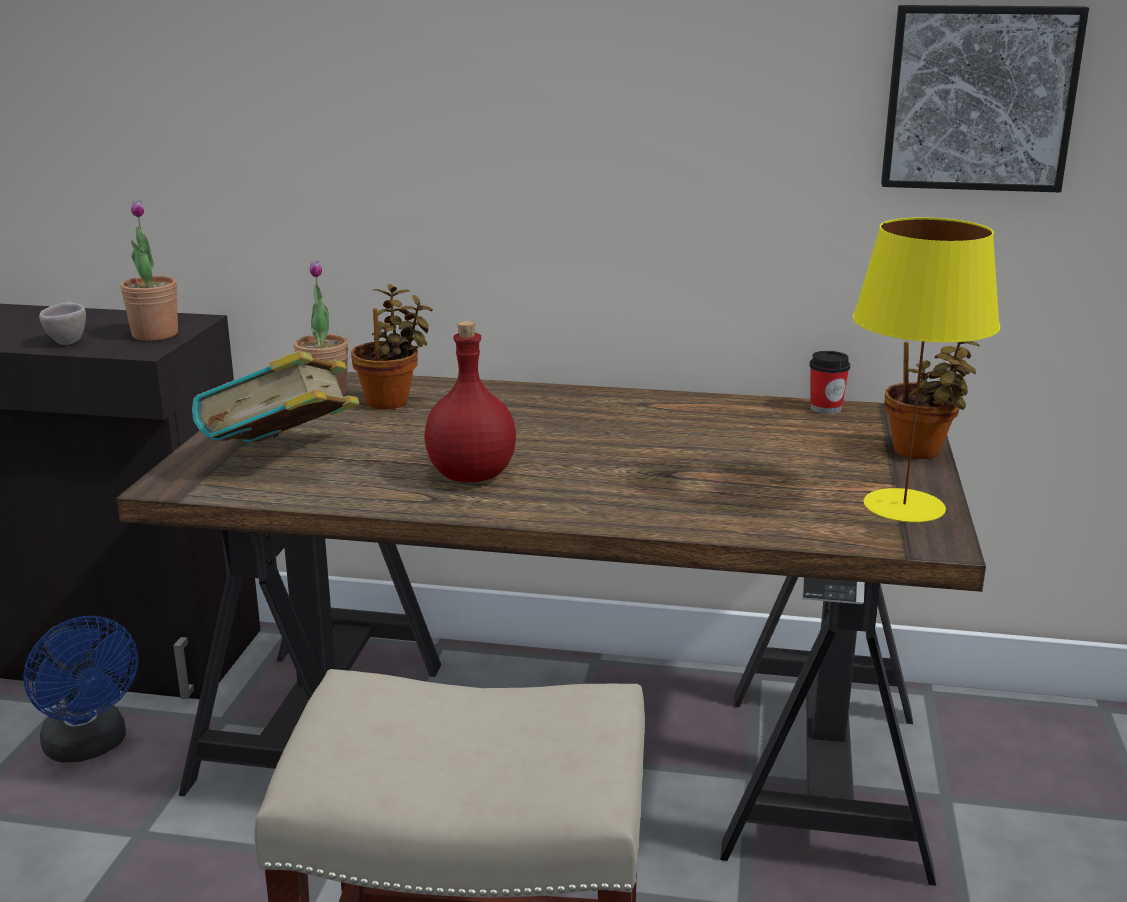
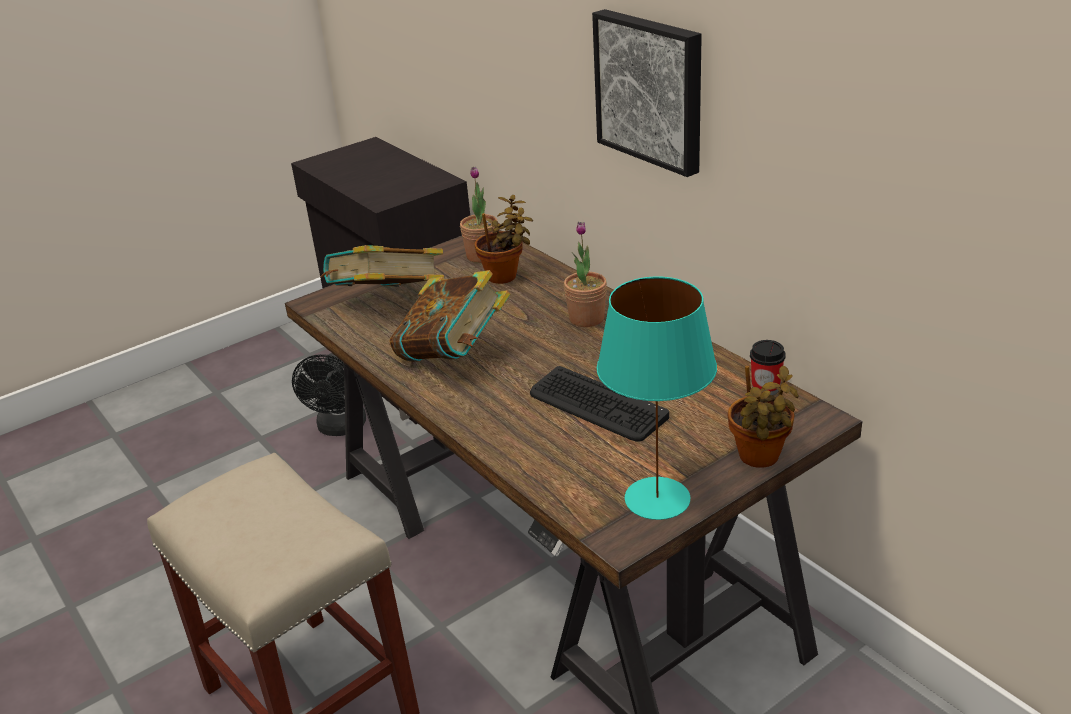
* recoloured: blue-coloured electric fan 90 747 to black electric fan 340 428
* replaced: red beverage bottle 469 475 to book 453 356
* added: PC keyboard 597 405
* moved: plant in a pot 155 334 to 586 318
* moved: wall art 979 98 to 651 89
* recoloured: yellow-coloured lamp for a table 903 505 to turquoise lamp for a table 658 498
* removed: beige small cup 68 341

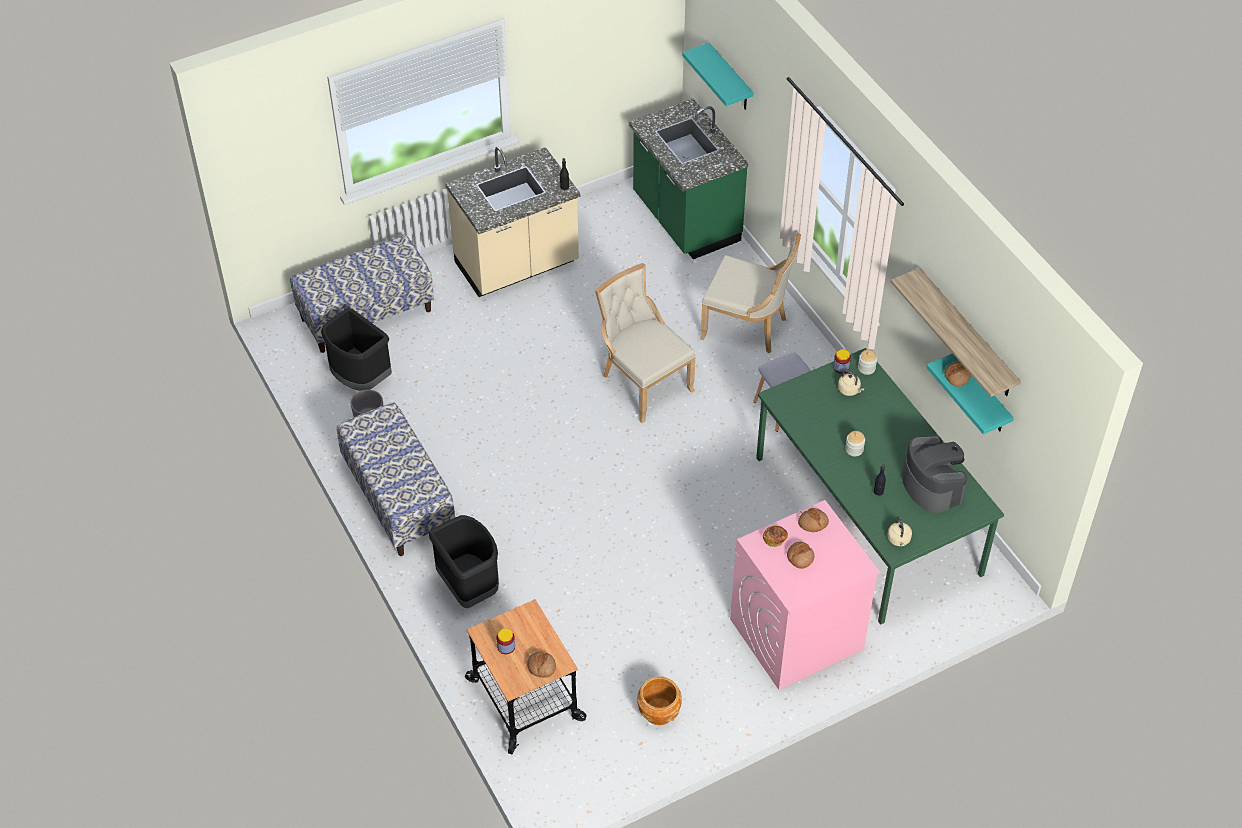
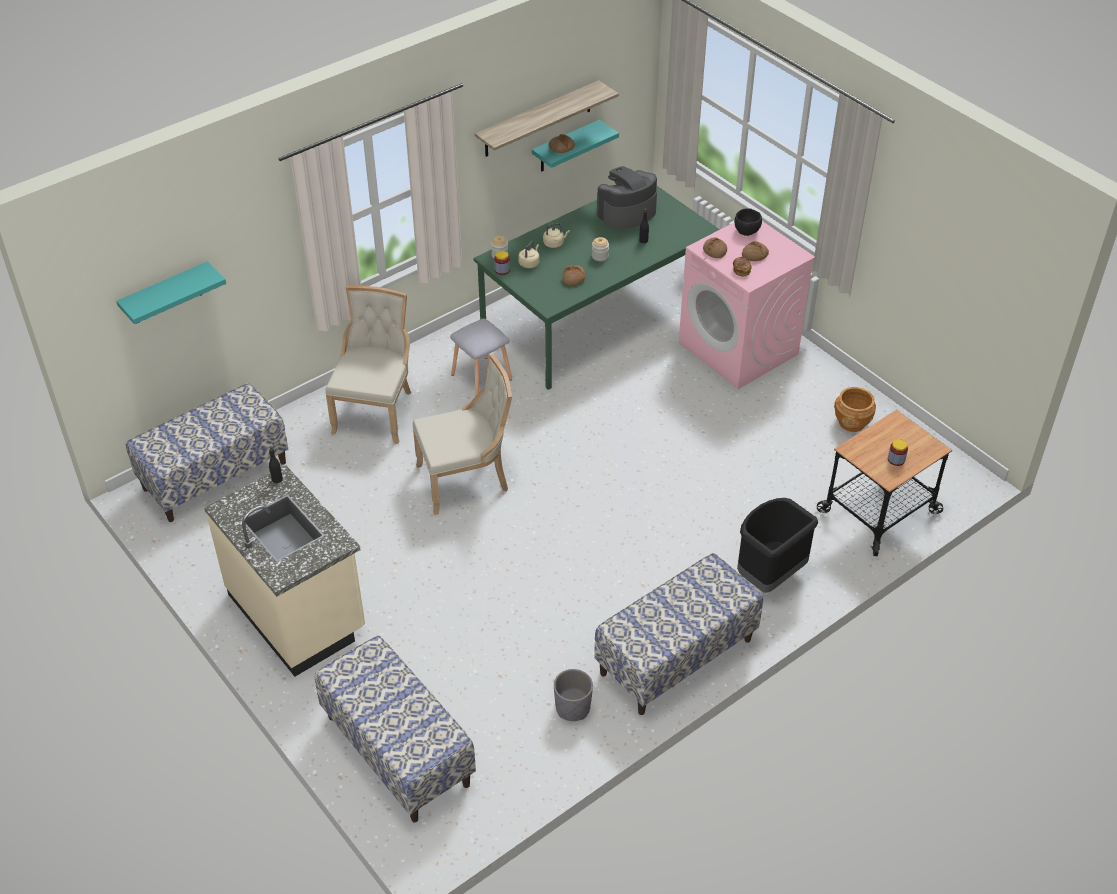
* replaced: green kitchen base unit 685 220 to indoor bench 215 475
* turned: beige chair 643 383 = 466 480 150 degrees counterclockwise
* moved: beige kettle 899 540 to 554 243
* moved: bread 541 667 to 573 278
* added: black bowl 747 231
* removed: black waste bin 360 379

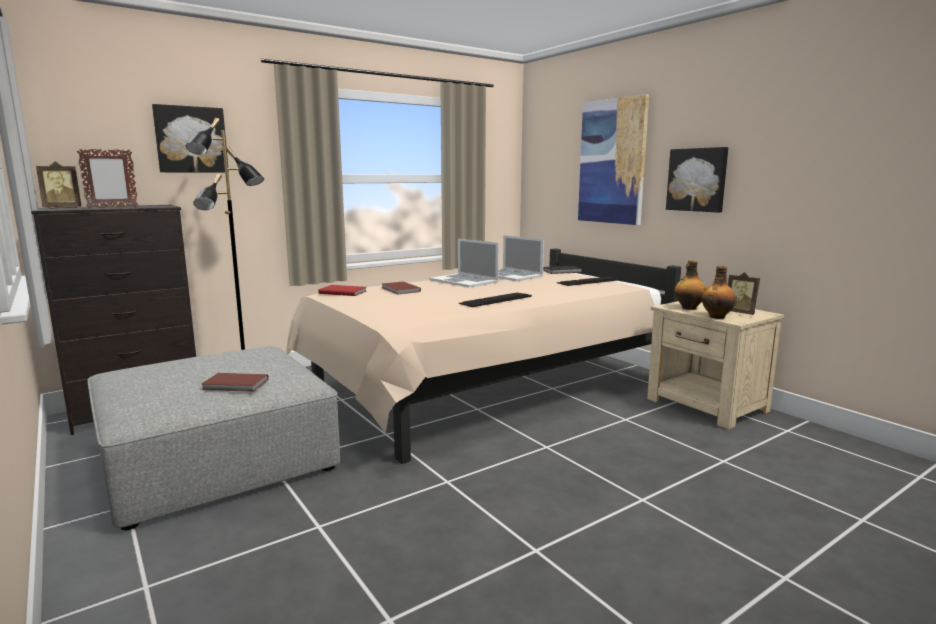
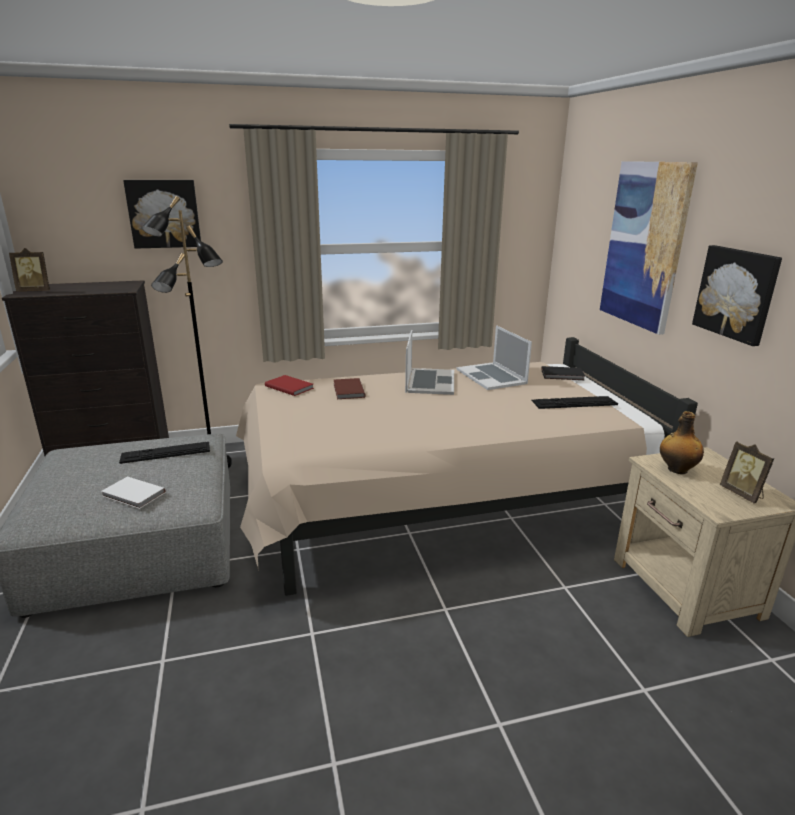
* recoloured: brownish book 235 385 to whitish book 133 495
* moved: PC keyboard 496 300 to 166 452
* turned: laptop 464 281 = 430 382 150 degrees counterclockwise
* removed: picture frame 112 207
* removed: beverage bottle 717 317

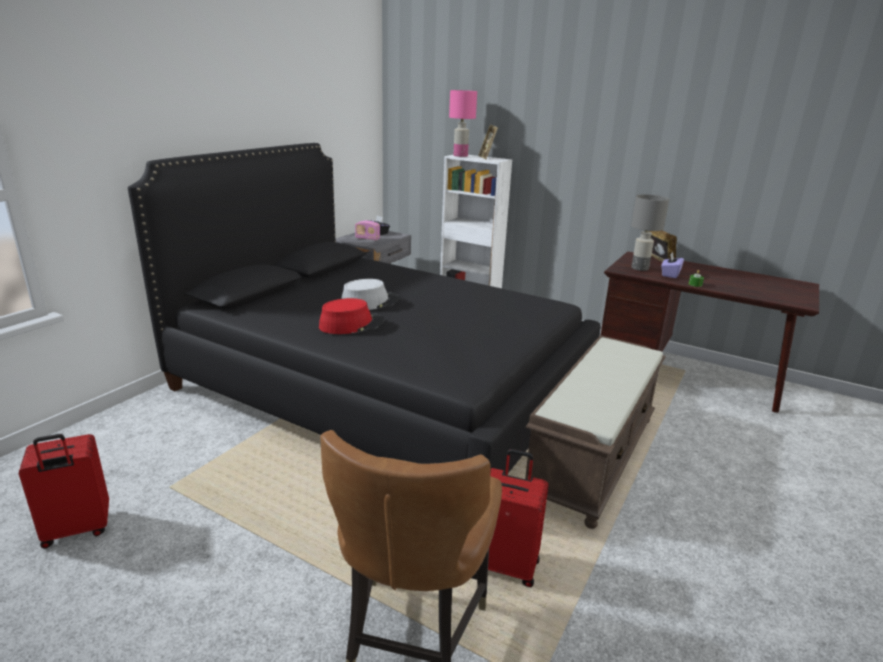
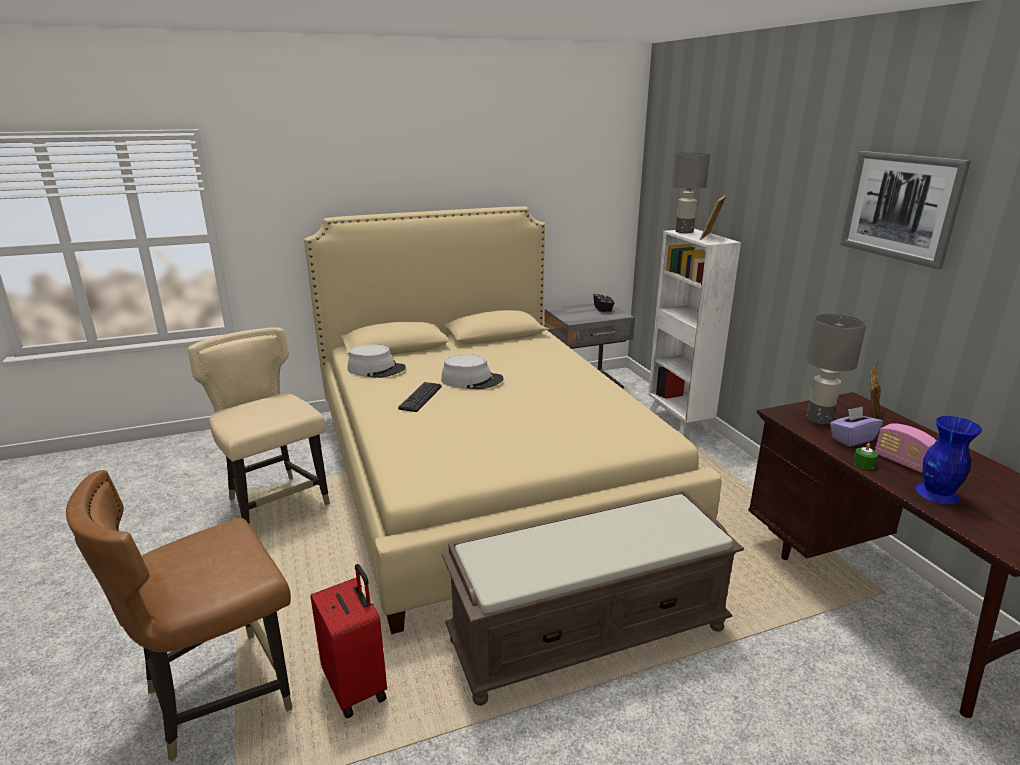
* added: beige chair 276 504
* recoloured: black bed 382 386 to beige bed 483 472
* added: grey wearable hat 376 369
* replaced: red wearable hat 351 324 to PC keyboard 420 397
* recoloured: pink lamp for a table 461 156 to grey lamp for a table 684 232
* added: wall art 900 207
* moved: radio receiver 367 239 to 901 461
* added: blue-coloured decorative vase 937 493
* removed: red travel case 77 530

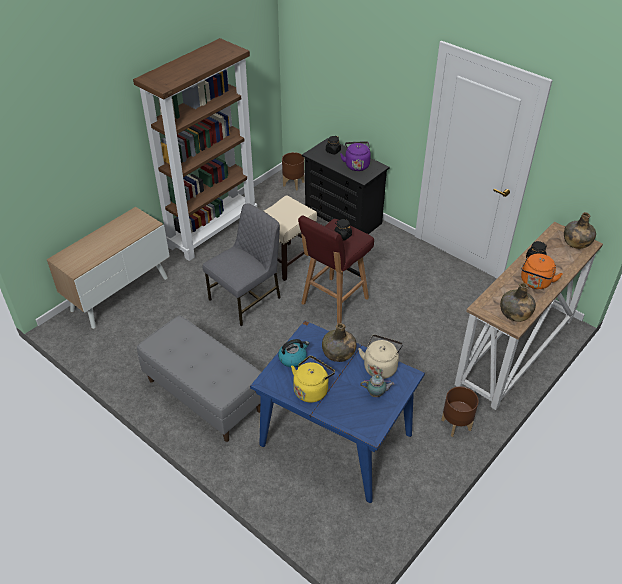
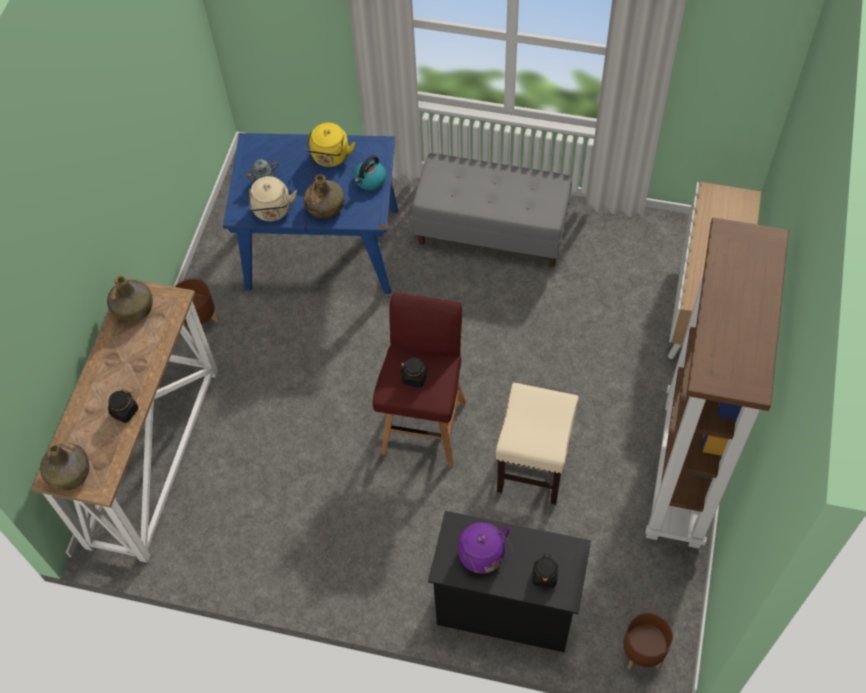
* removed: grey chair 246 299
* removed: orangey kettle 535 283

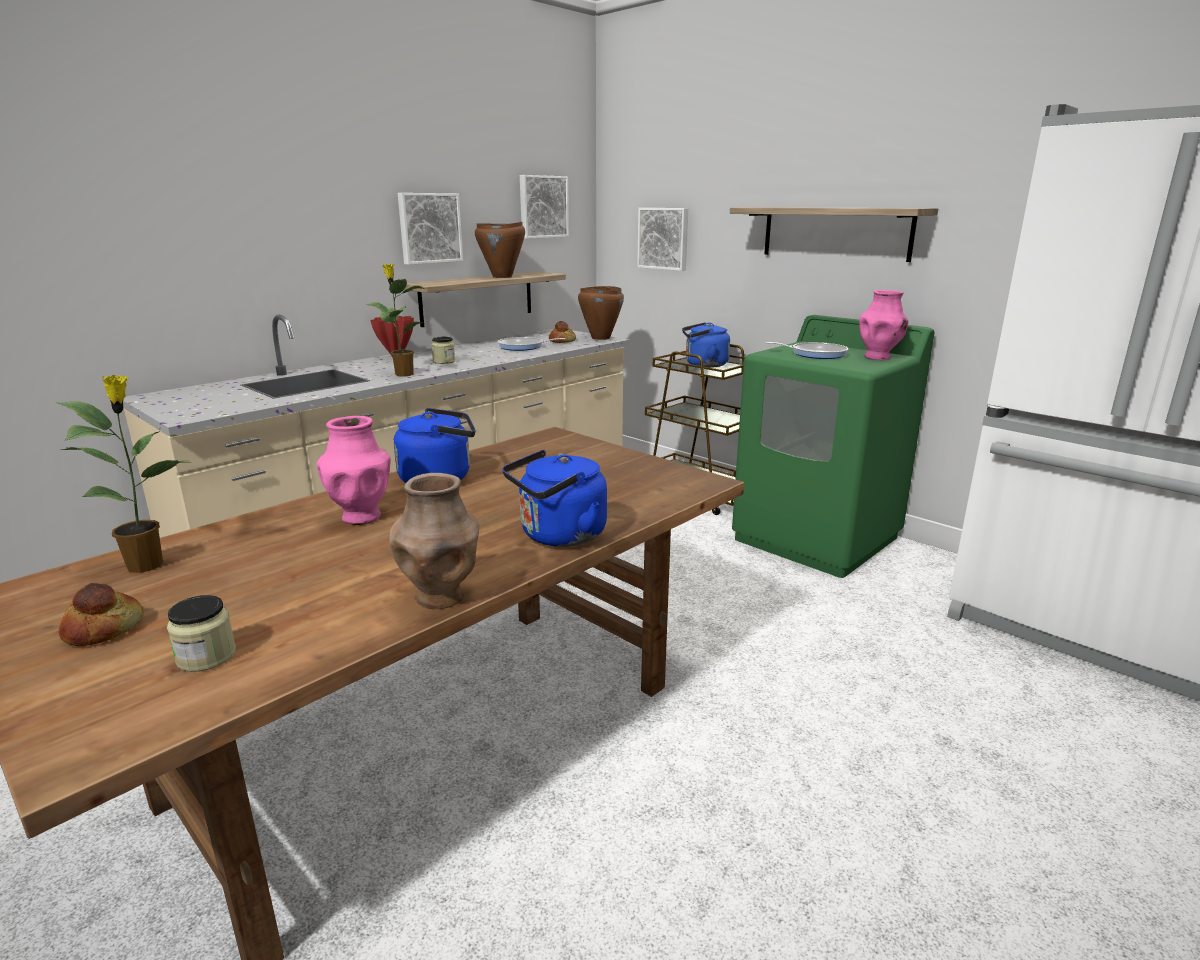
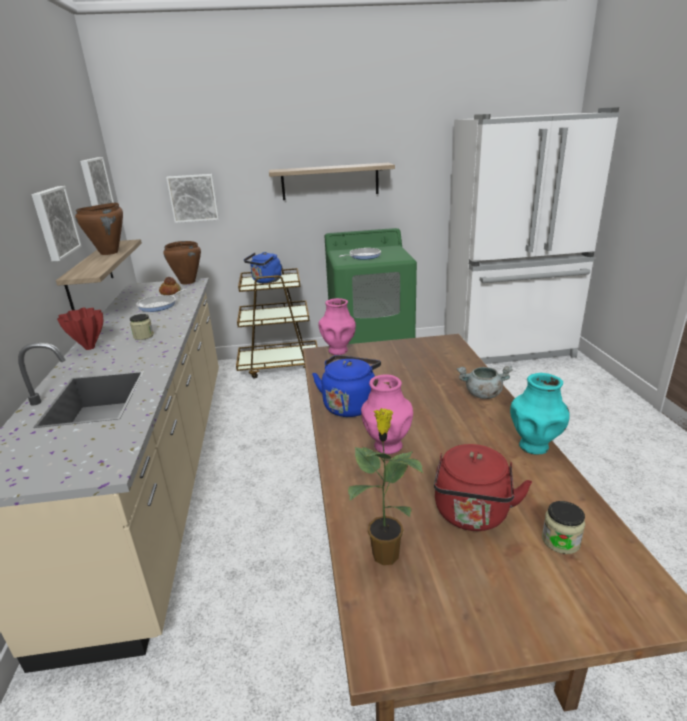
* moved: pink decorative vase 878 357 to 338 350
* added: red kettle 472 515
* replaced: blue-coloured kettle 558 536 to grey cooking pot 482 394
* recoloured: brownish decorative vase 441 598 to turquoise decorative vase 534 446
* removed: bread 103 629
* removed: plant in a pot 403 374

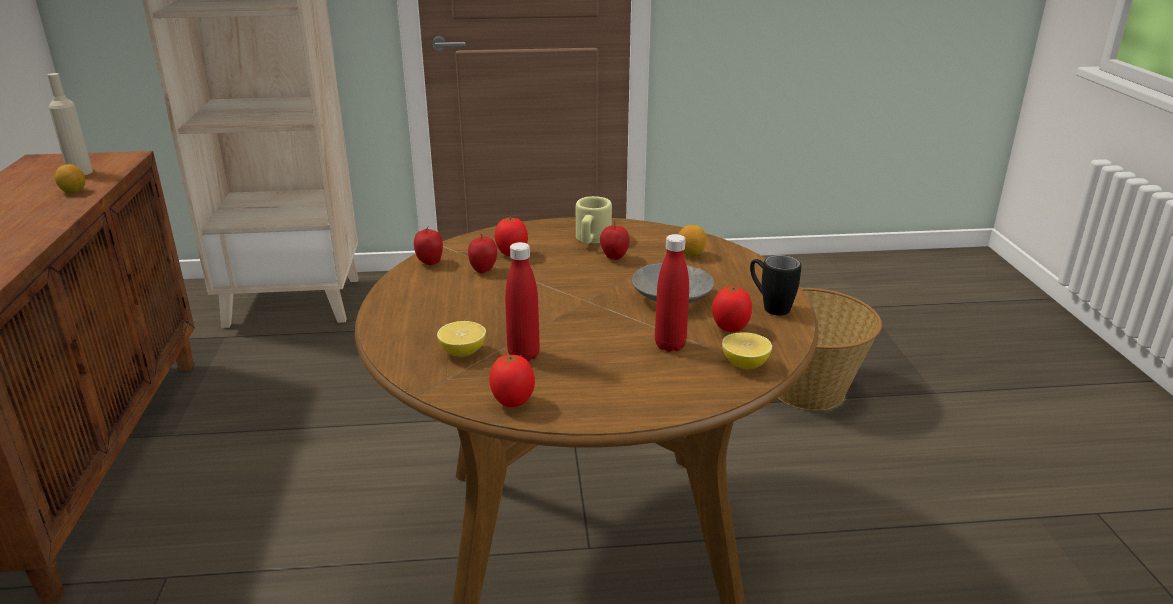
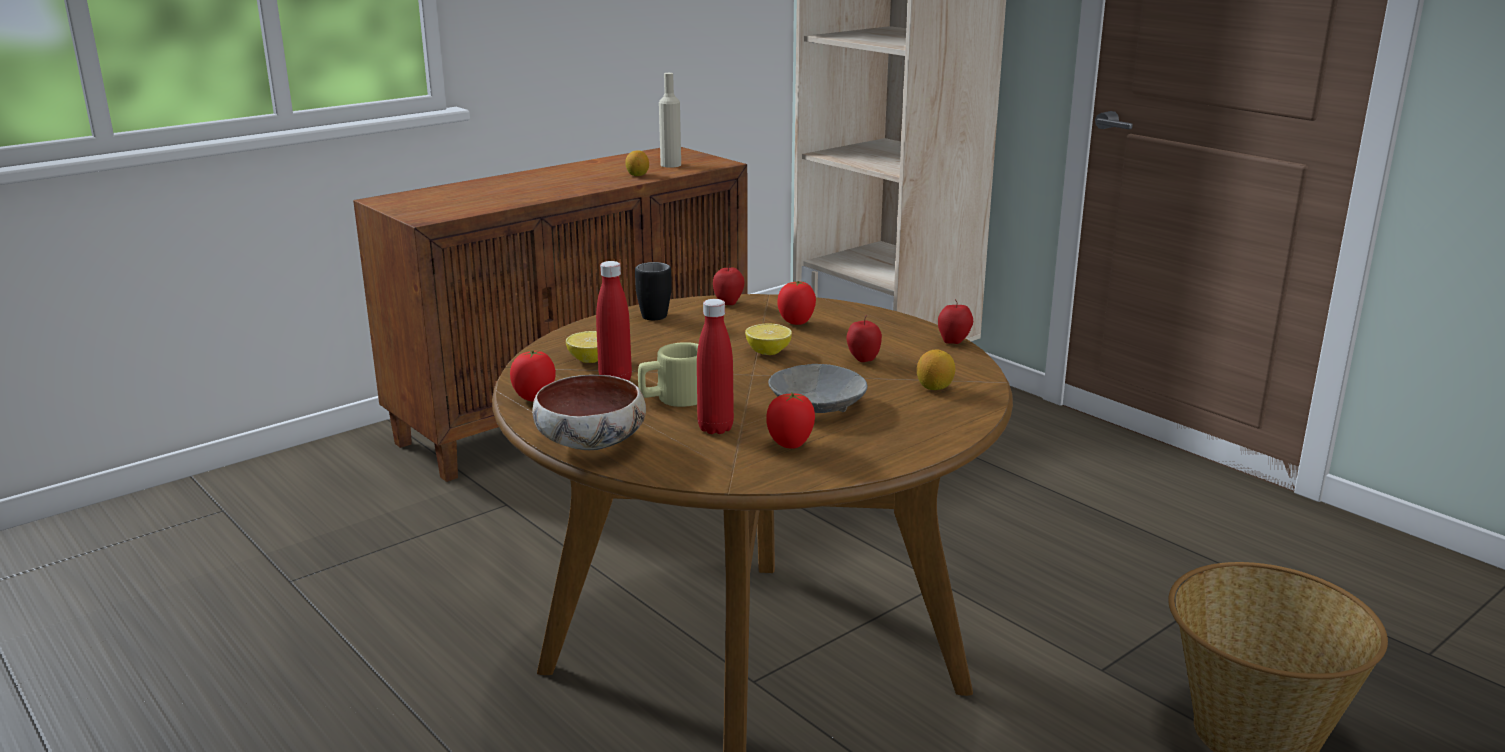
* added: bowl 592 445
* moved: black tea mug 769 306 to 656 313
* moved: beige tea mug 591 240 to 673 399
* moved: lemon 745 364 to 768 352
* moved: apple 483 270 to 954 342

